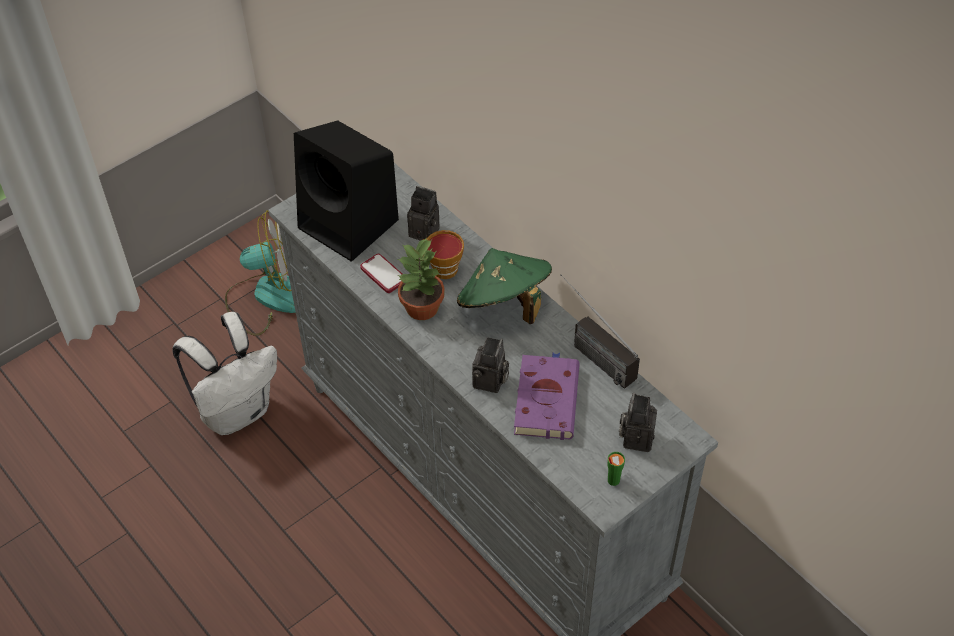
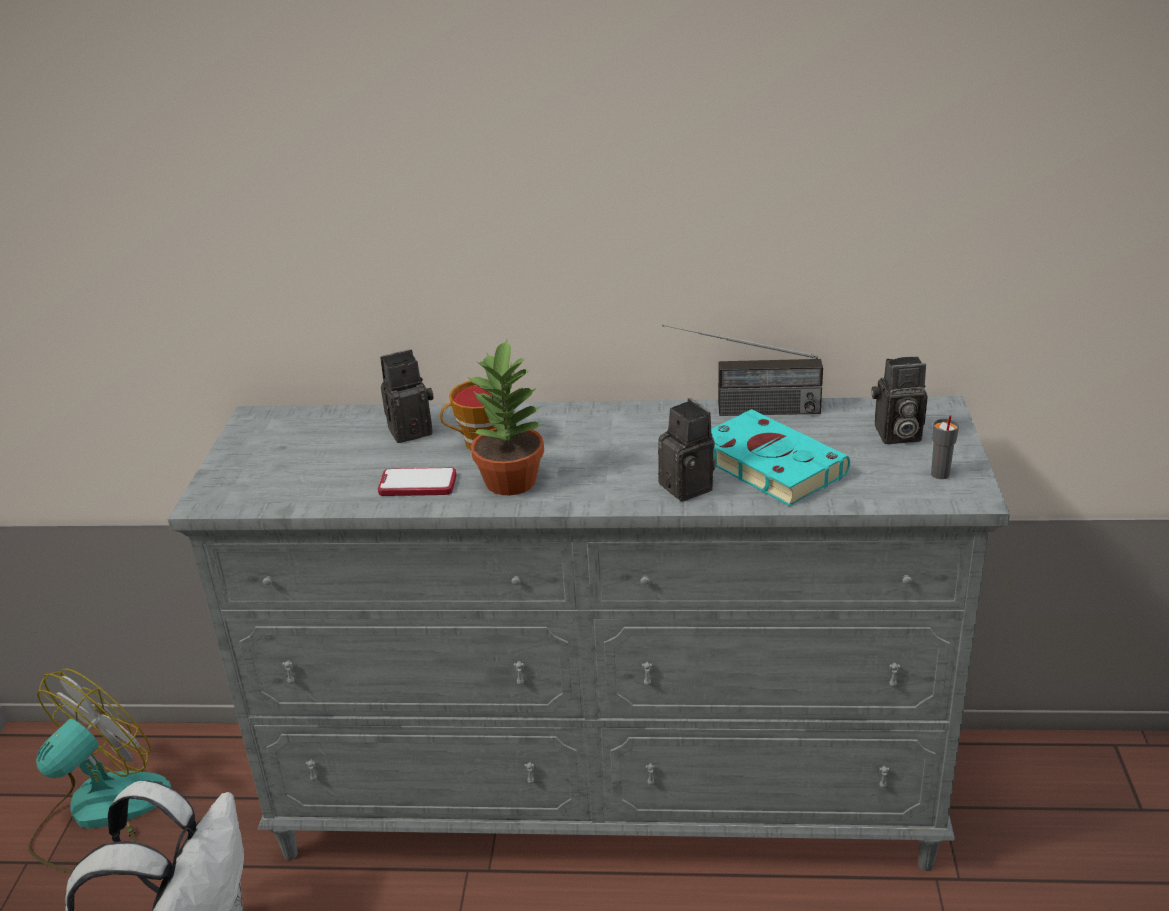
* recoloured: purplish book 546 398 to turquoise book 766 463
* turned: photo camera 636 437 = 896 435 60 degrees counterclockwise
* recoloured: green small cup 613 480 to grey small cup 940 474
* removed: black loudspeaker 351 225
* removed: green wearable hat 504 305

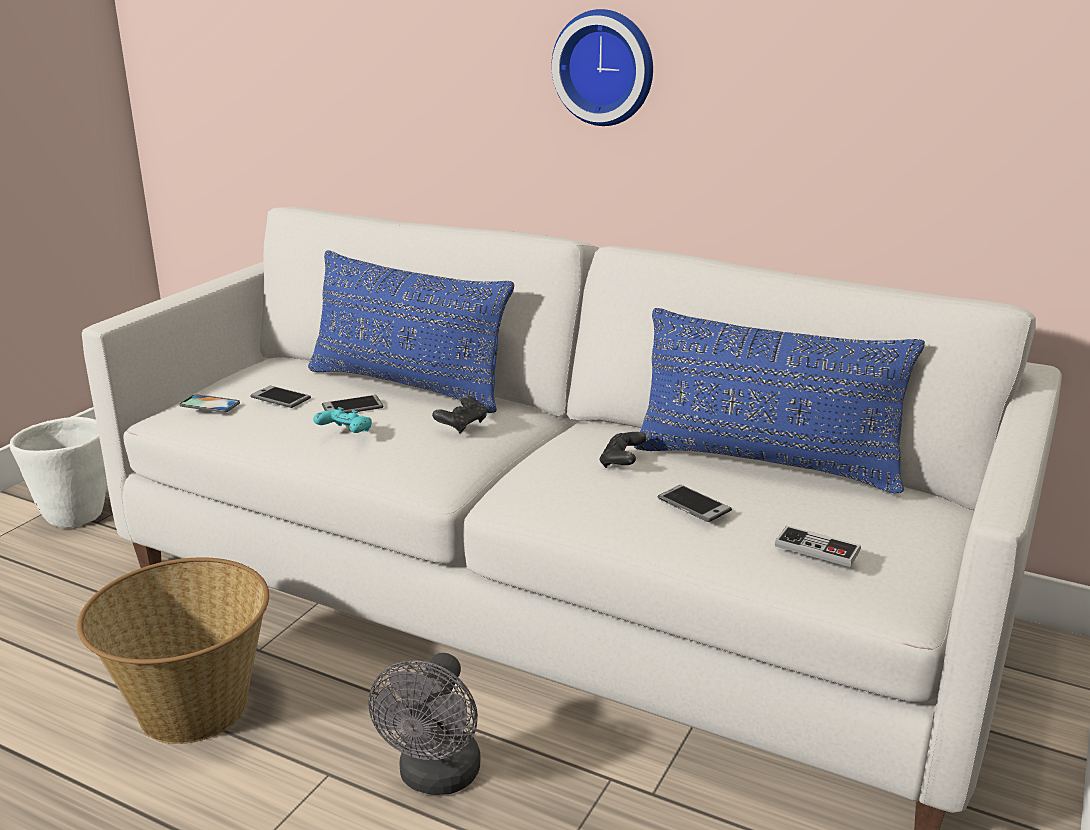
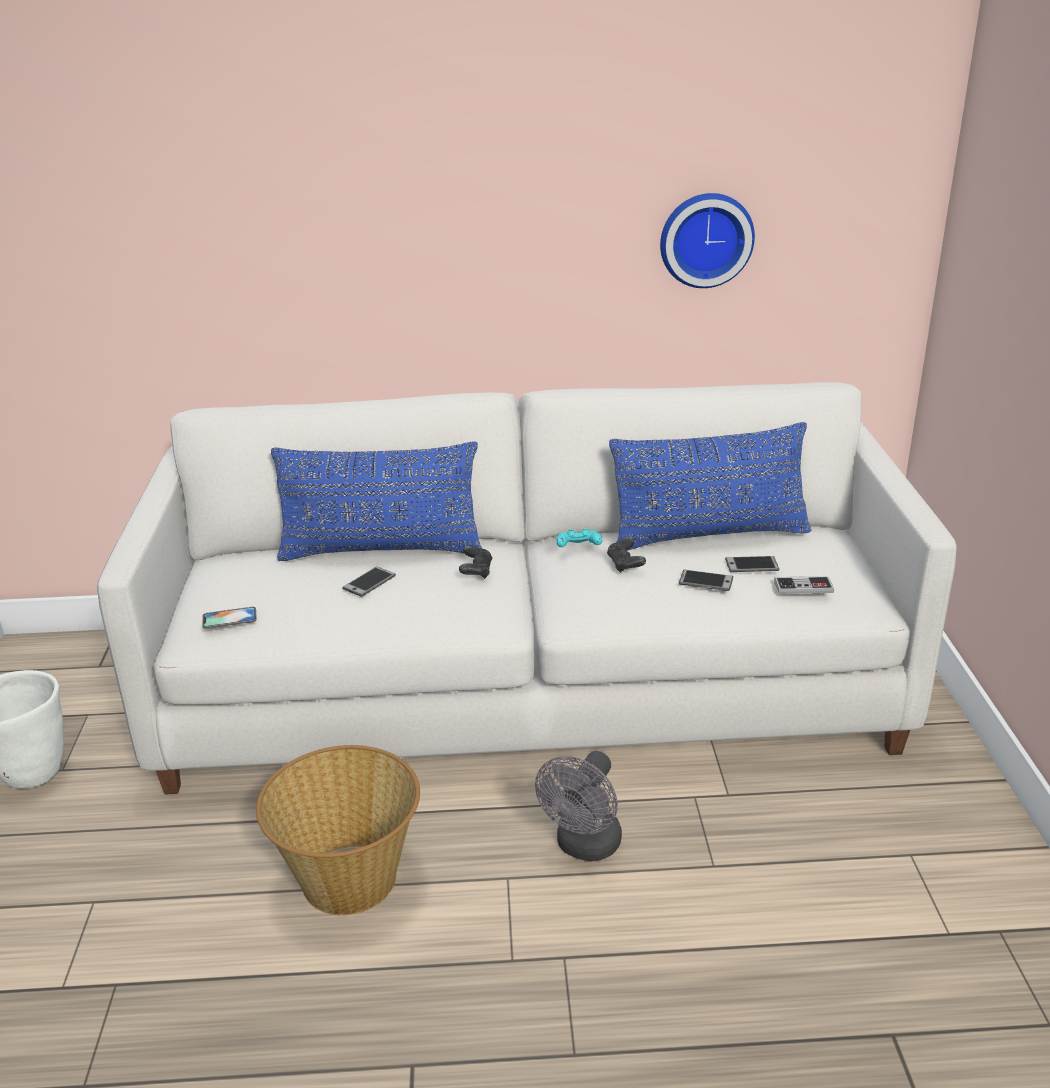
* turned: grey electric fan 436 778 = 584 847 45 degrees clockwise
* moved: turquoise joypad 345 433 to 578 548
* moved: hanging clock 605 67 to 705 239
* moved: handset 280 398 to 752 565

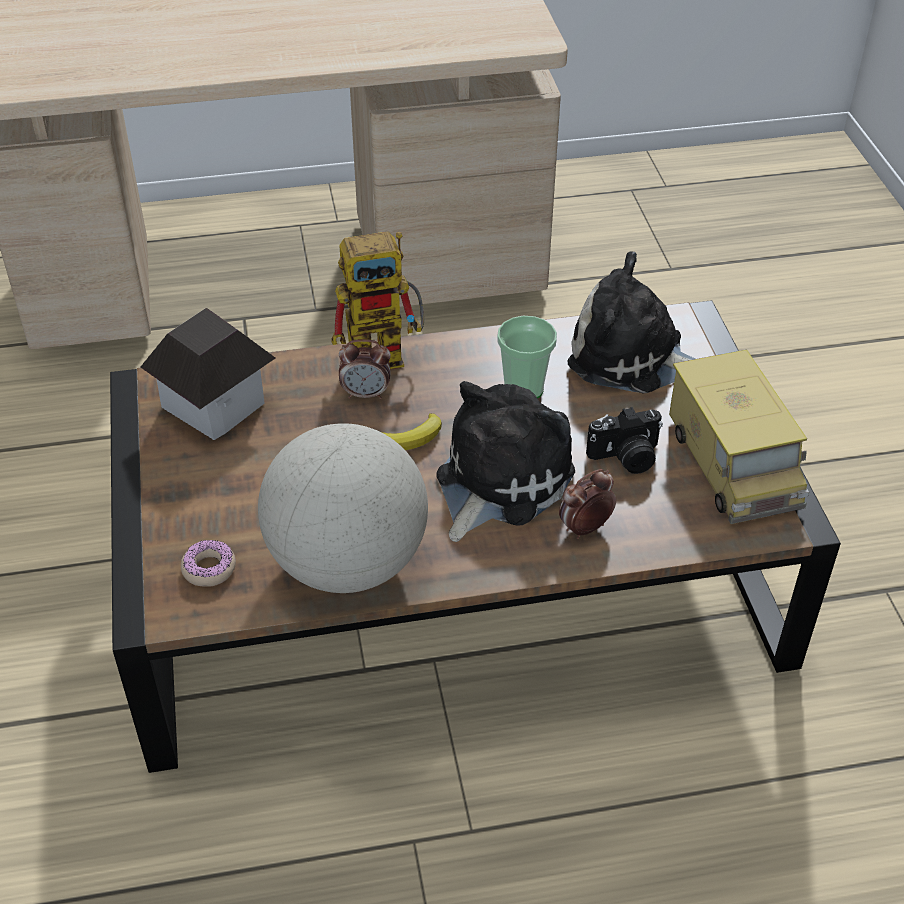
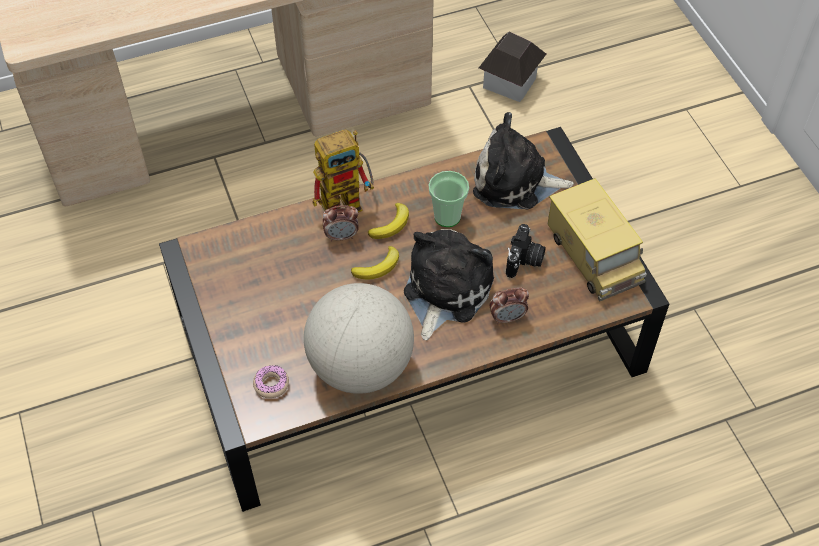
* added: banana 391 224
* moved: miniature house 214 404 to 510 82
* turned: table clock 584 528 = 507 317 150 degrees counterclockwise
* turned: photo camera 626 458 = 524 261 45 degrees counterclockwise

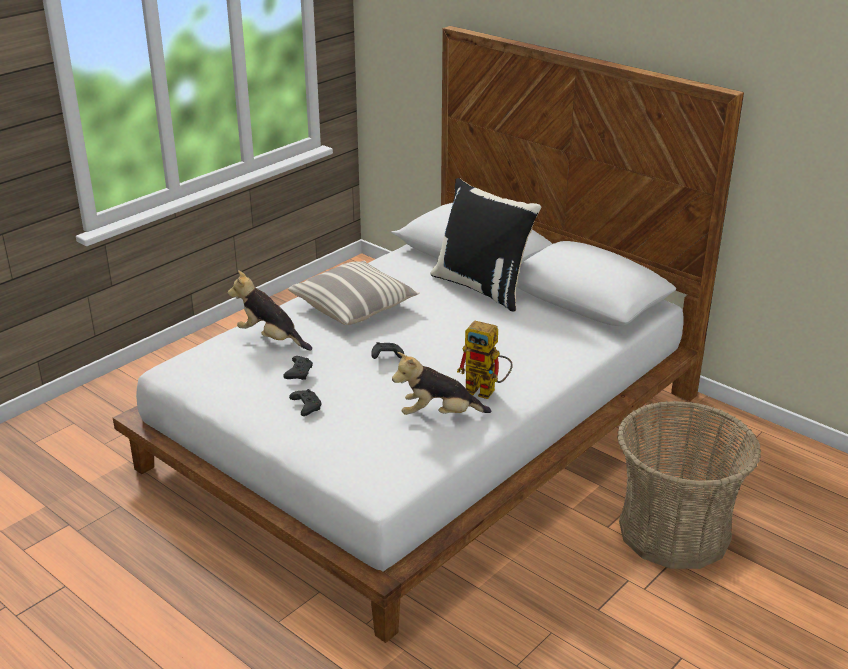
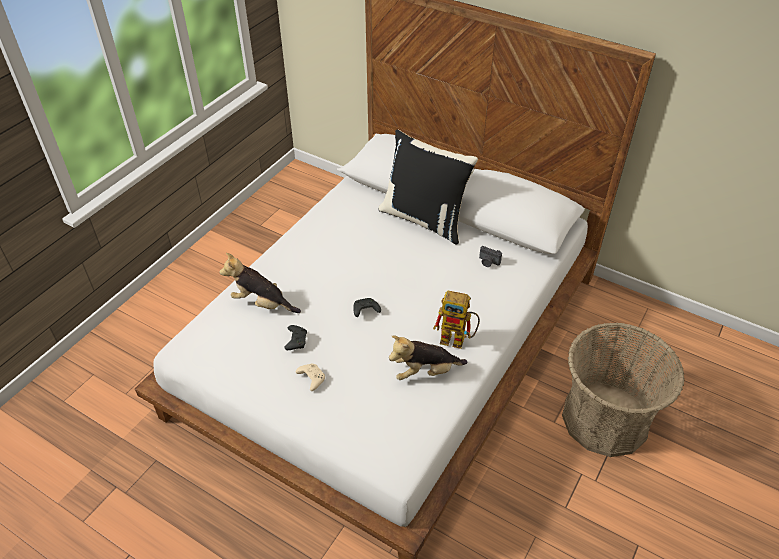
* recoloured: black joypad 306 407 to beige joypad 311 378
* added: photo camera 488 262
* removed: cushion 354 307

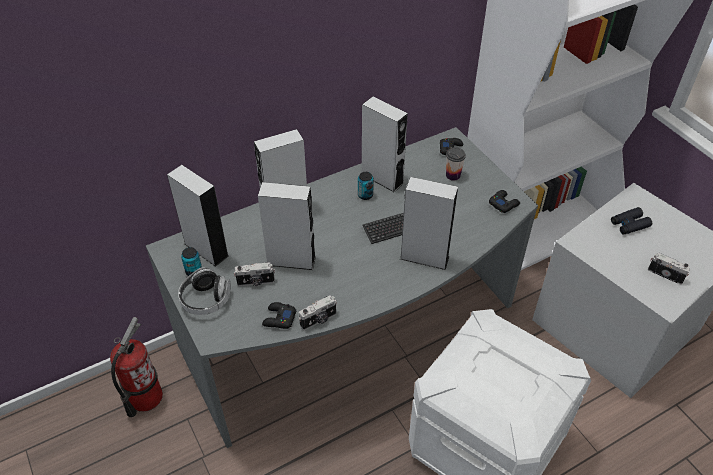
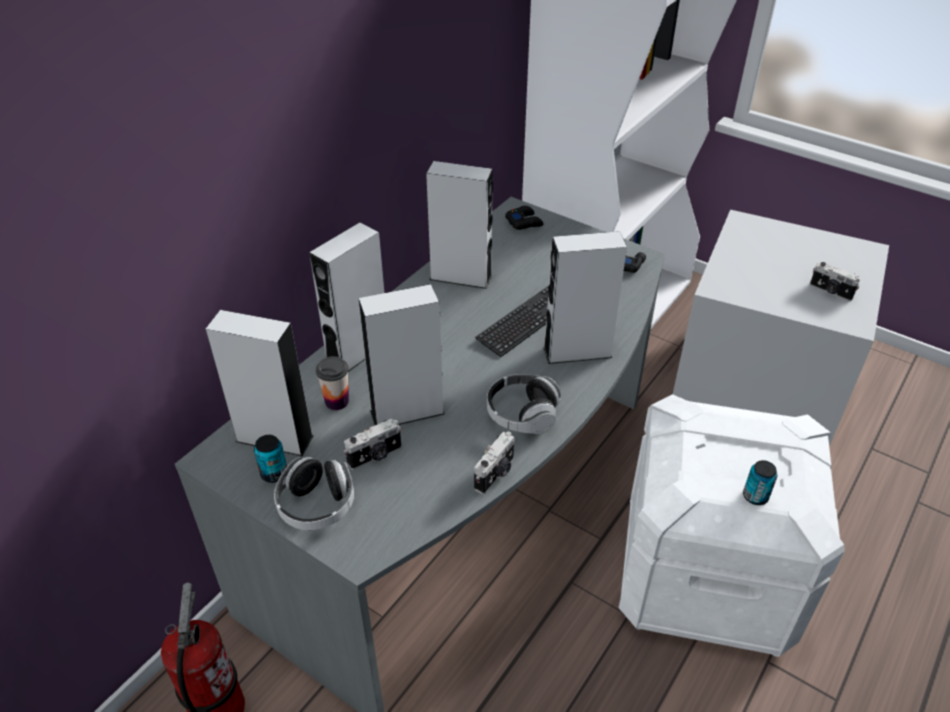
* moved: small cup 453 175 to 337 401
* added: pair of headphones 522 415
* moved: sealed can 365 195 to 755 496
* turned: photo camera 665 274 = 830 292 150 degrees counterclockwise
* removed: black joypad 279 319
* removed: black binoculars 629 224

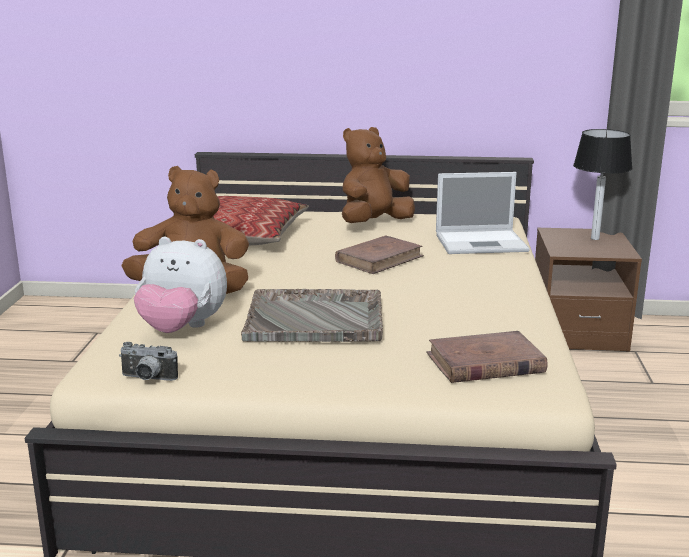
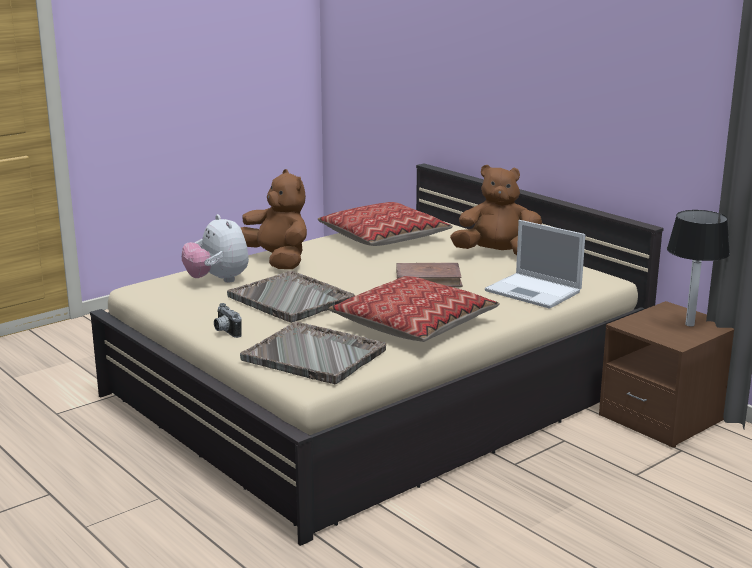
* moved: photo camera 147 379 to 225 332
* replaced: brownish book 485 363 to grey tray 315 356
* added: cushion 414 324

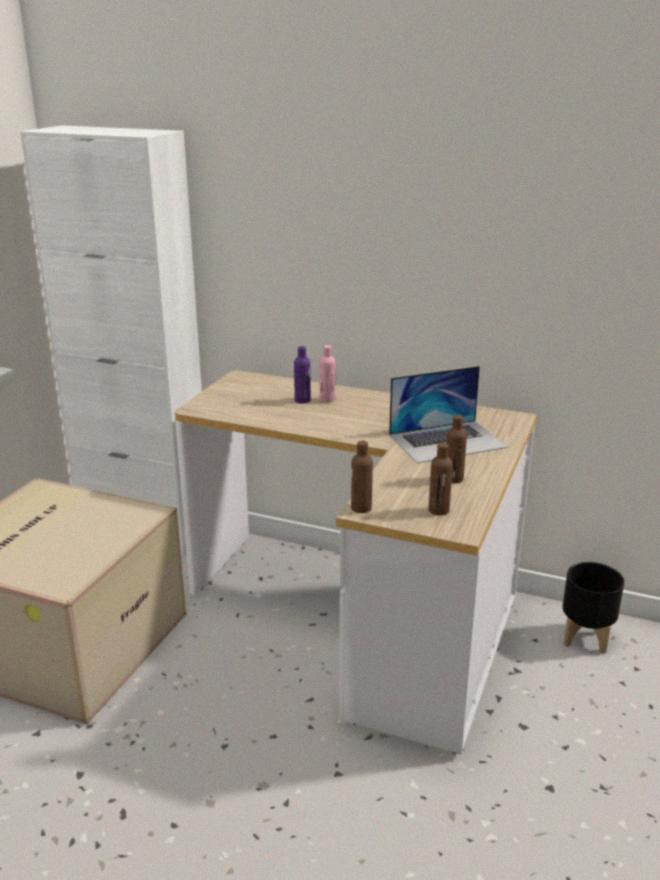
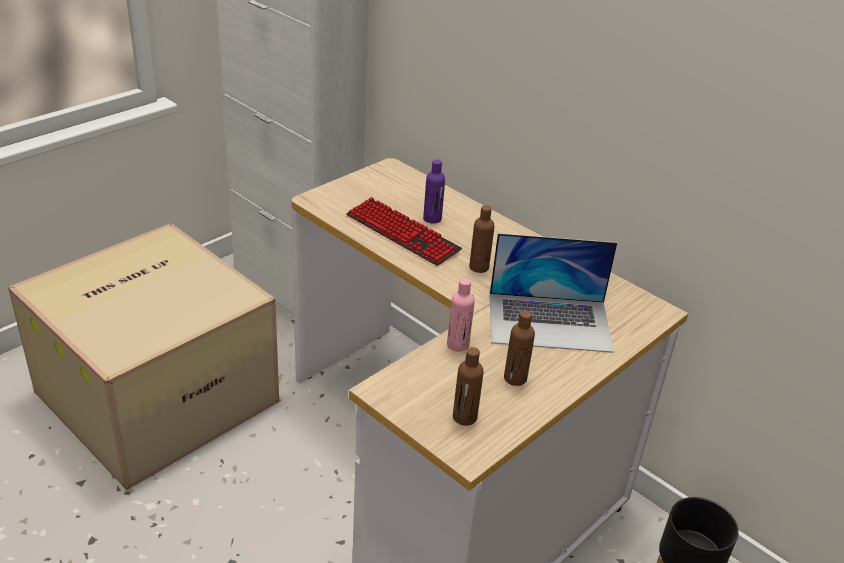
* added: PC keyboard 402 233
* moved: pink beverage bottle 327 399 to 458 344
* moved: brownish beverage bottle 361 508 to 479 267

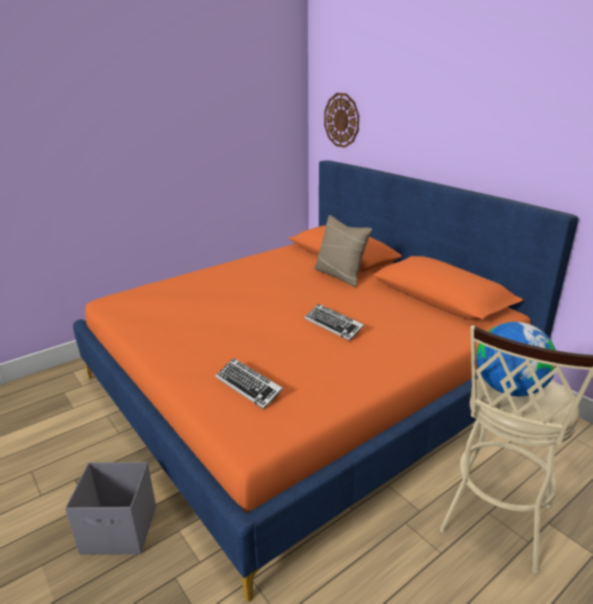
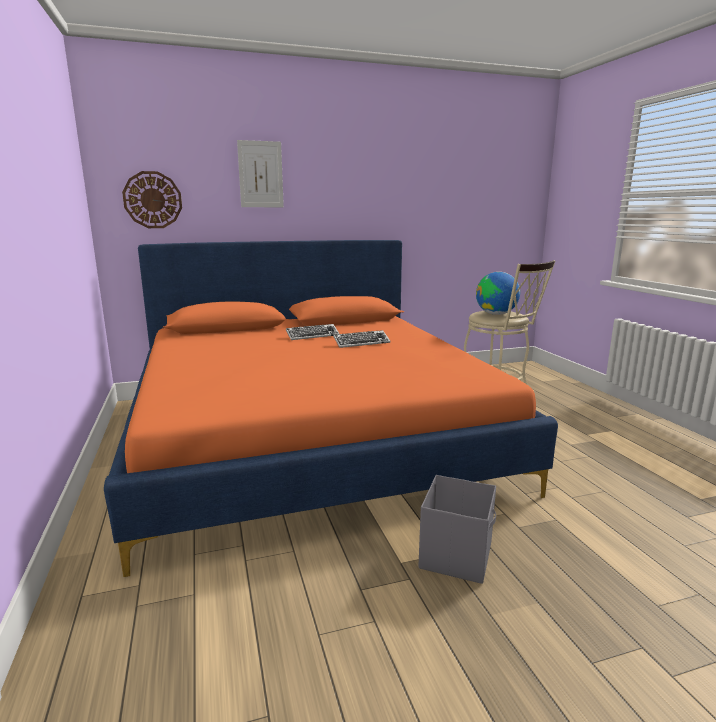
* added: wall art 260 174
* moved: PC keyboard 248 386 to 312 335
* removed: beige cushion 340 275

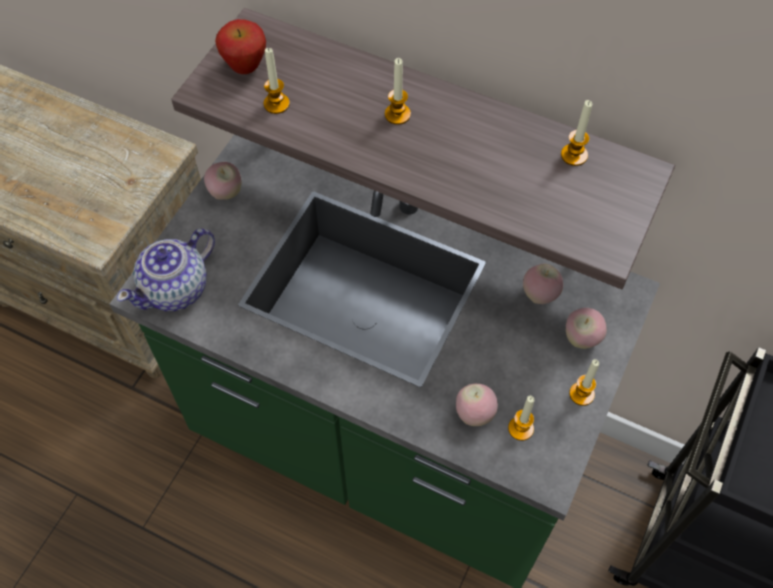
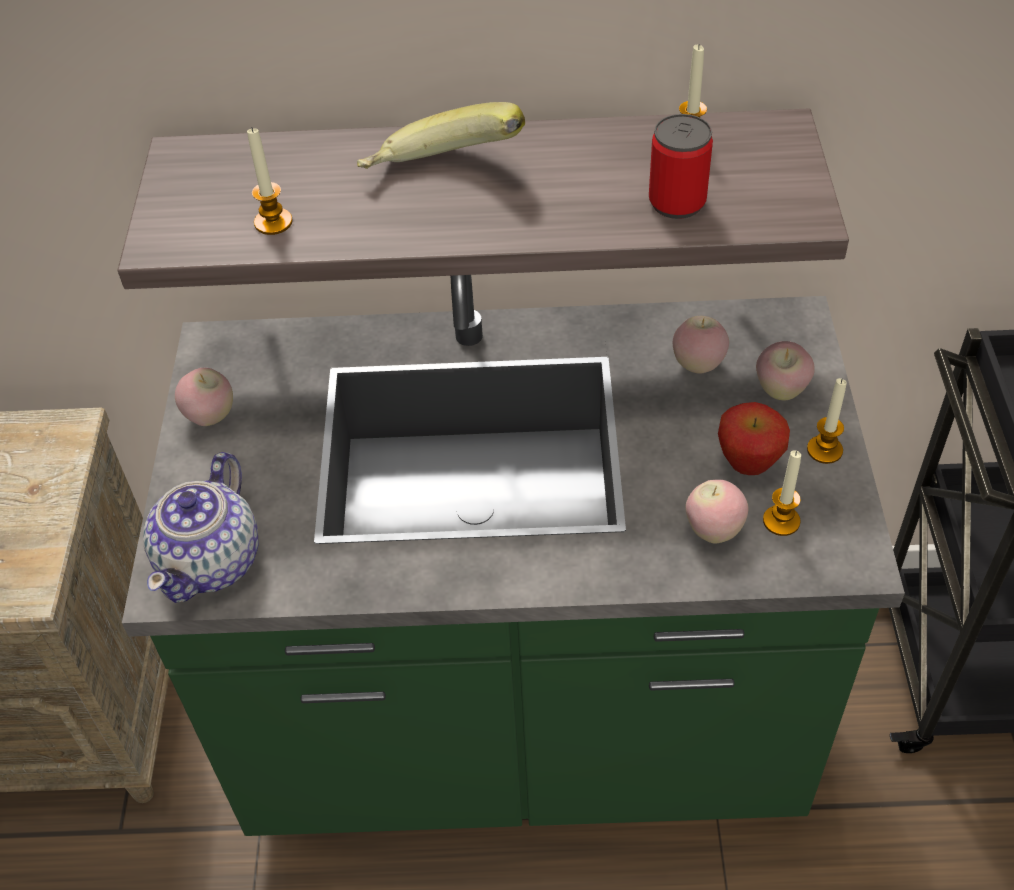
* replaced: candle 397 114 to banana 443 177
* added: sealed can 677 202
* moved: apple 245 68 to 748 465

